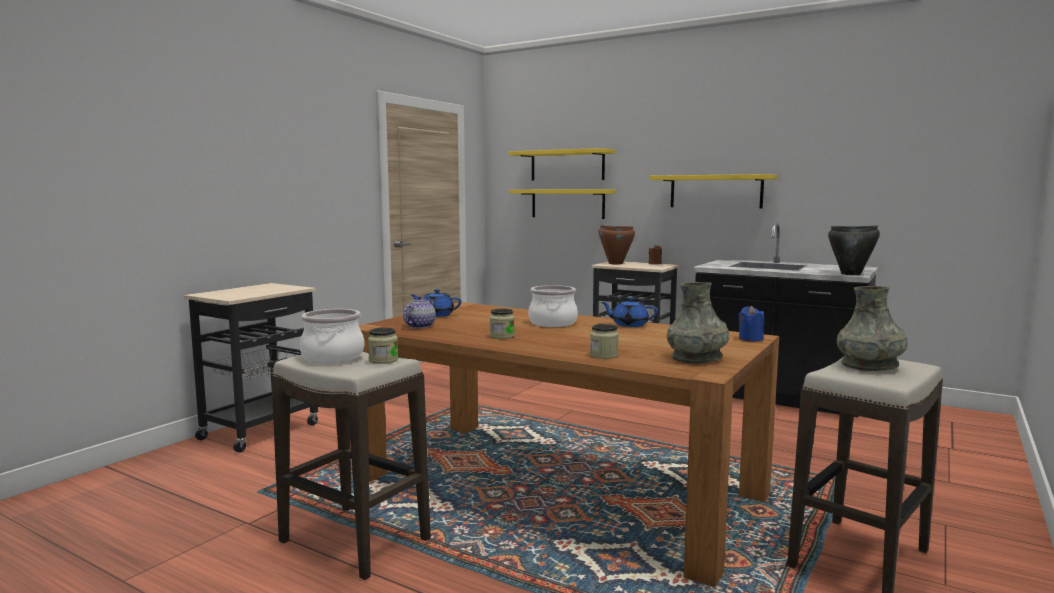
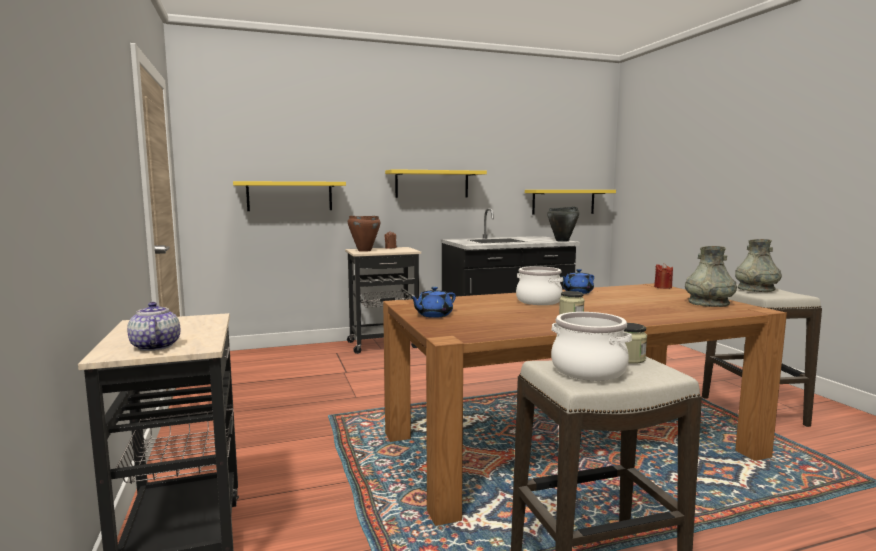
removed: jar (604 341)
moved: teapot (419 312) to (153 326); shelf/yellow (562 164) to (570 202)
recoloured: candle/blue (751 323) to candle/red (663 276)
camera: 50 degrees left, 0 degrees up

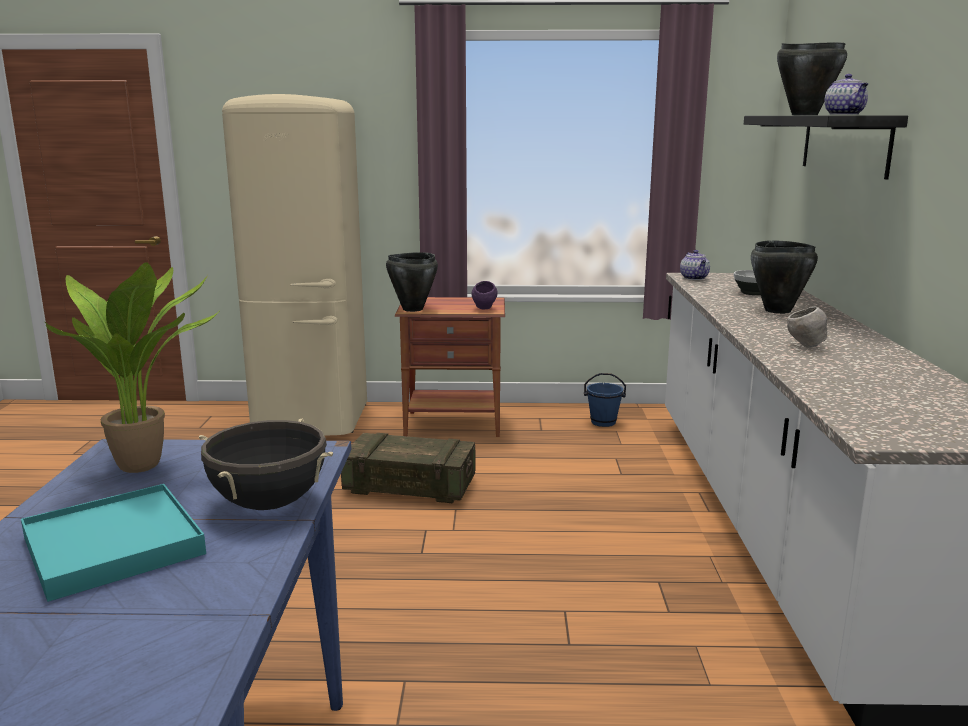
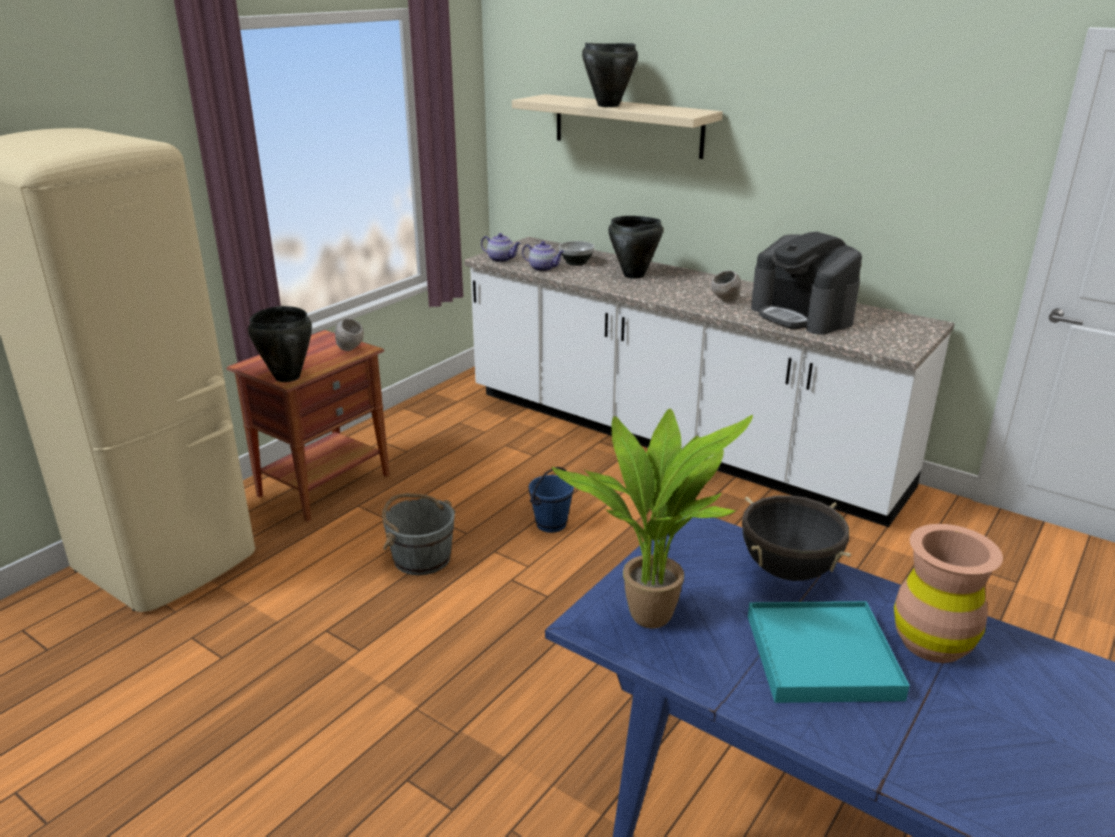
added: coffee machine (806 283); vase/brown (948 593)
moved: bucket/blue (605 400) to (551 500); teapot (846 94) to (543 256)
replaced: crate (408 468) to bucket/grey (419 534)
recoloured: bowl/purple (484 295) to bowl/grey (349 334); shelf/black (826 147) to shelf/beige (617 126)
camera: 55 degrees left, 10 degrees up

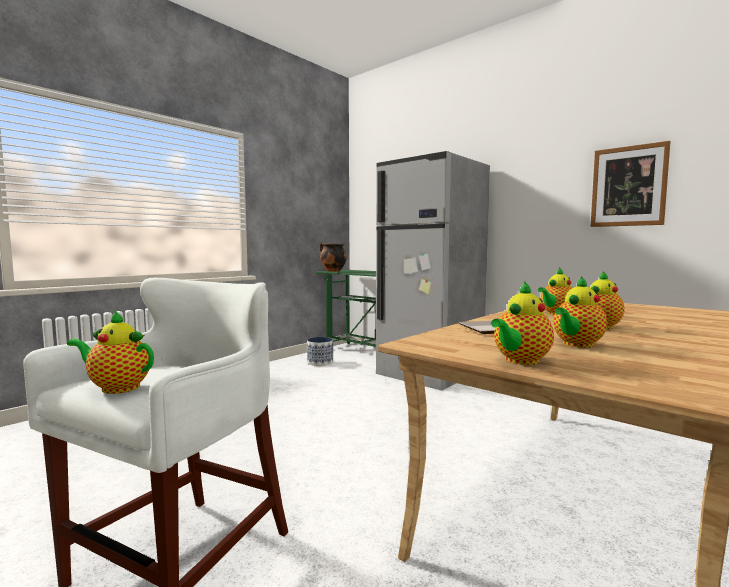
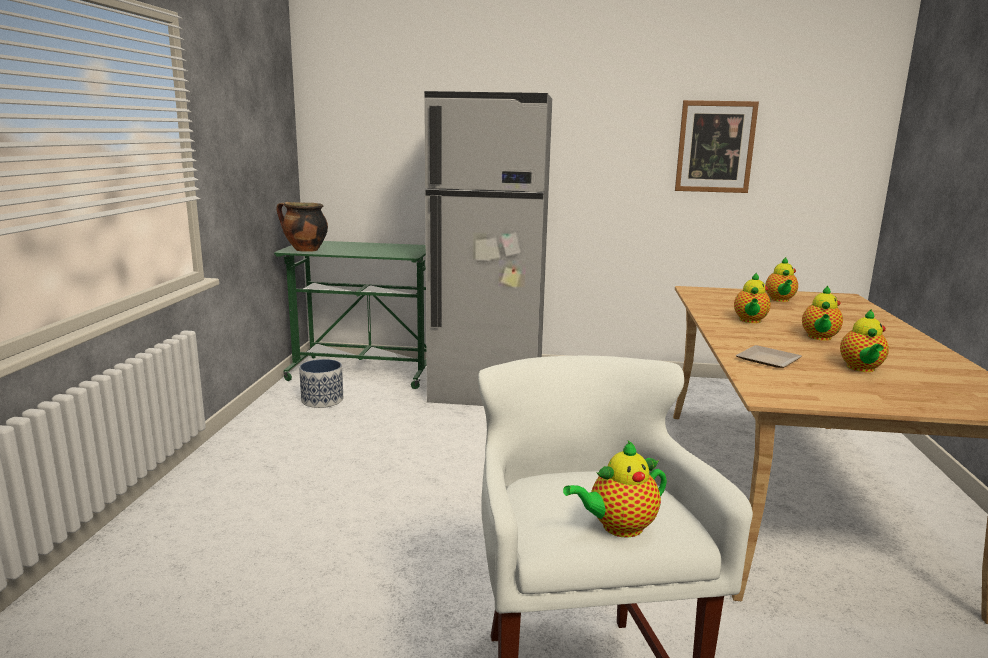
moved: teapot (522 323) to (781 279)
camera: 35 degrees left, 10 degrees up

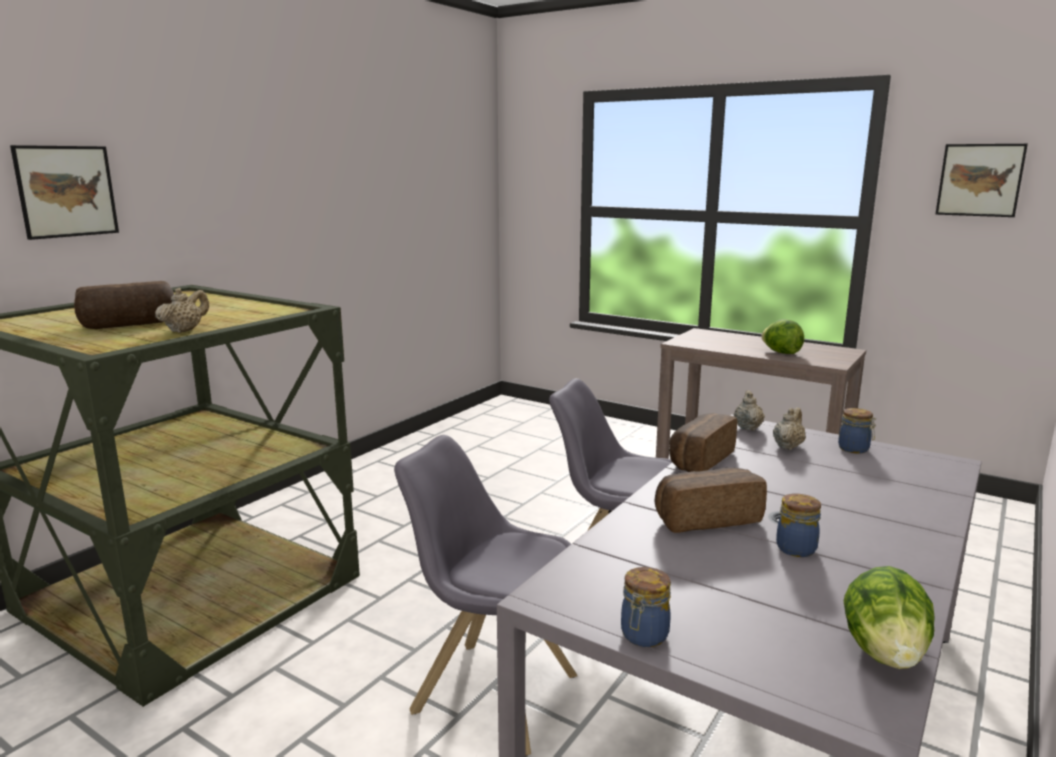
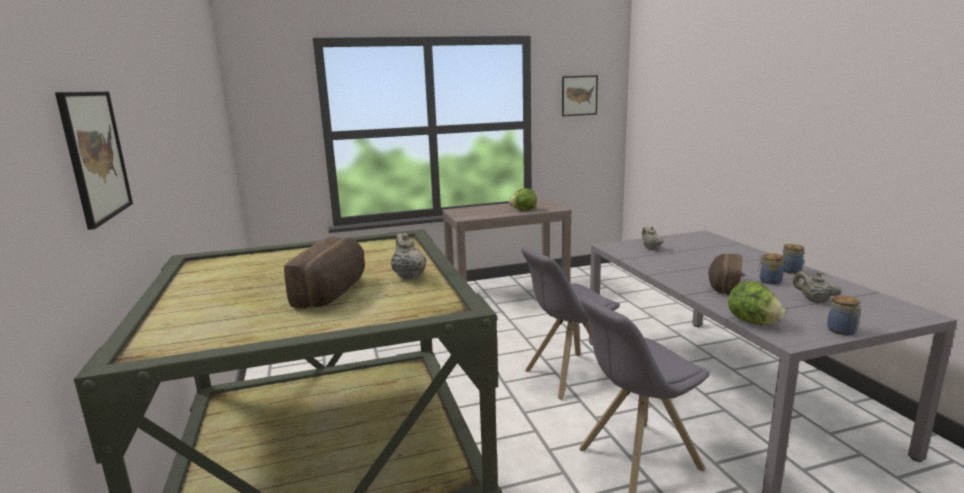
removed: bread (703 442)
moved: teapot/beige (749 410) to (817 287); jar (857 431) to (793 259); lettuce (889 617) to (757 303)
camera: 50 degrees left, 0 degrees up

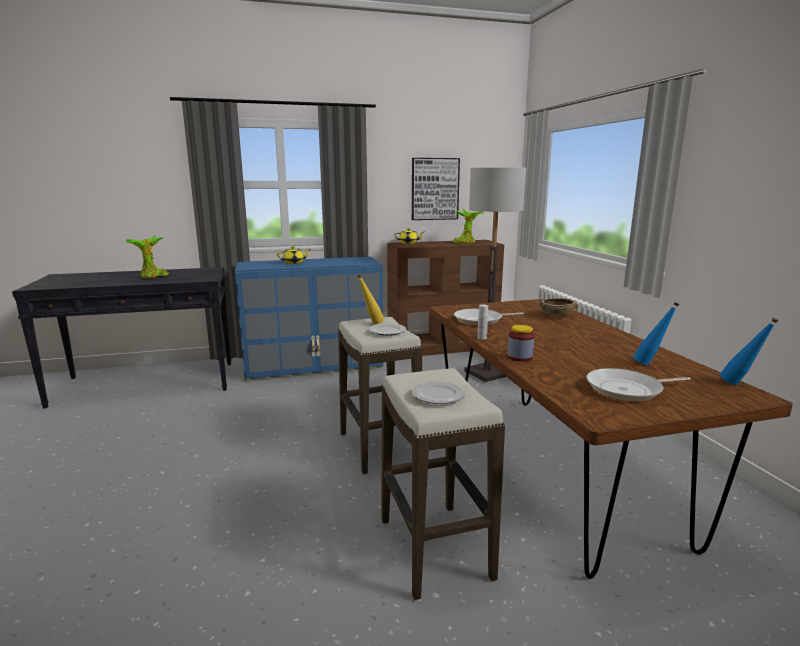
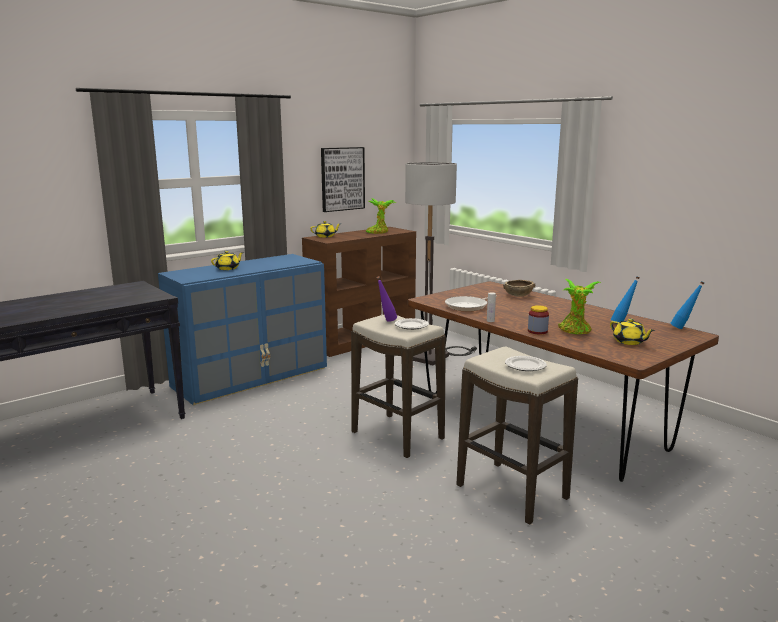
moved: potted plant (147 257) to (579 306)
replaced: frying pan (638 384) to teapot/yellow (632 332)
recoloured: bottle/yellow (371 299) to bottle/purple (387 299)
camera: 25 degrees left, 0 degrees up

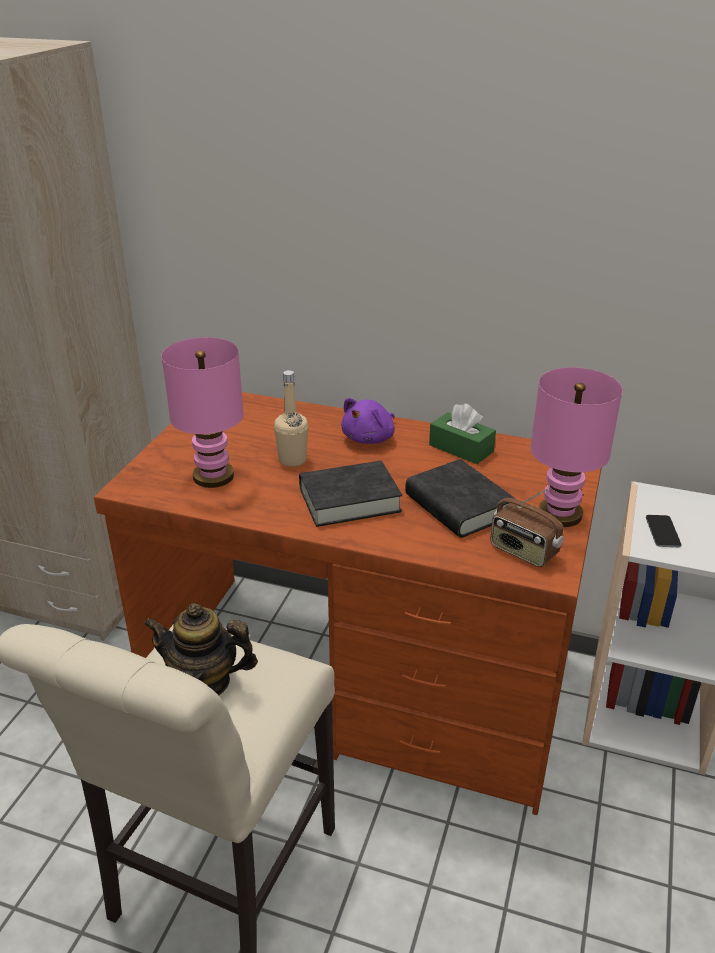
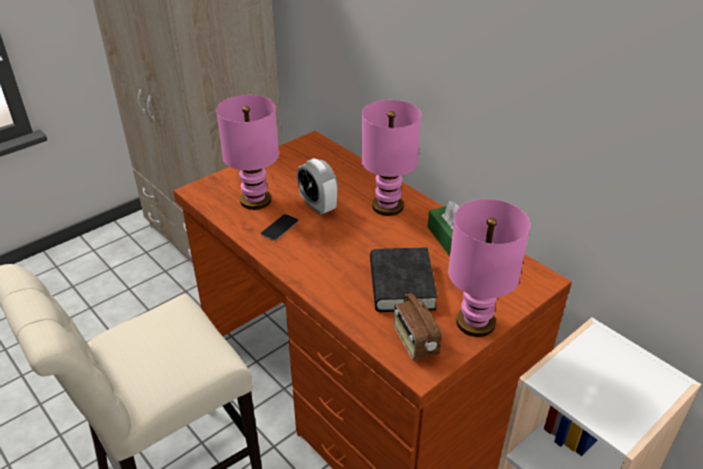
removed: teapot (200 649); book/black (350 494)
moved: phone (664 531) to (280 227)
replaced: bottle/beige (291 418) to alarm clock (317 187); plush toy/purple (368 421) to table lamp/pink (391 158)
camera: 30 degrees right, 5 degrees up

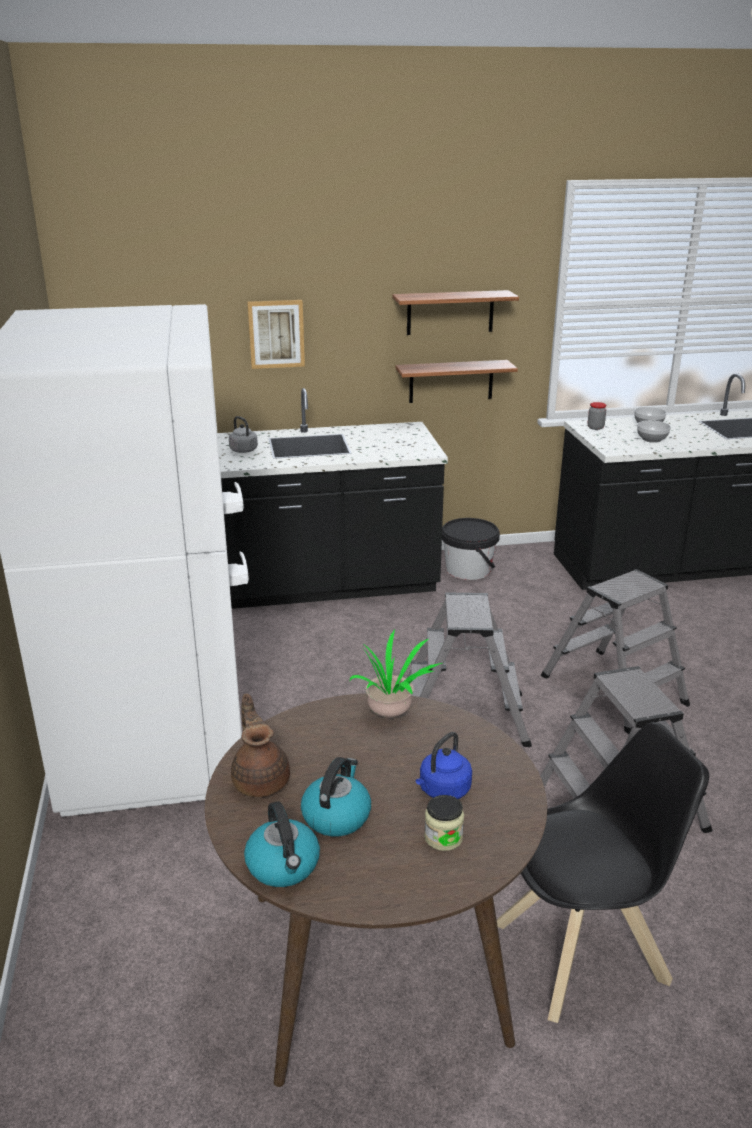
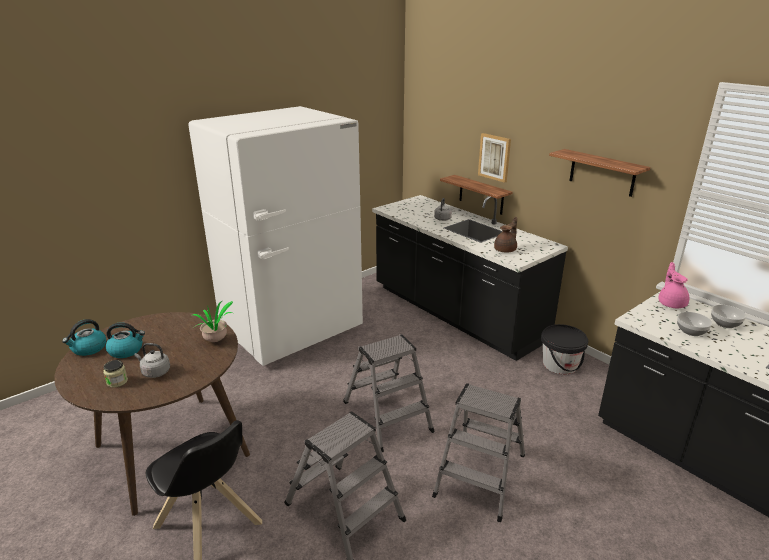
moved: teapot/brown (260 745) to (505 235); shelf (456 381) to (476 195)
replaced: jar (597 416) to teapot/pink (674 285)
recoloured: kettle/blue (444 765) to kettle/grey (152 360)
camera: 60 degrees right, 0 degrees up

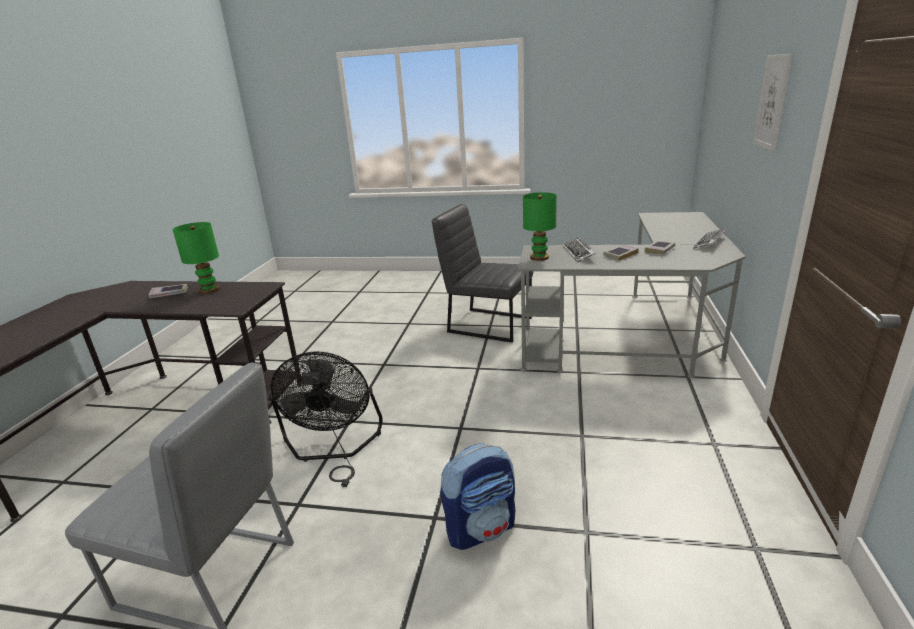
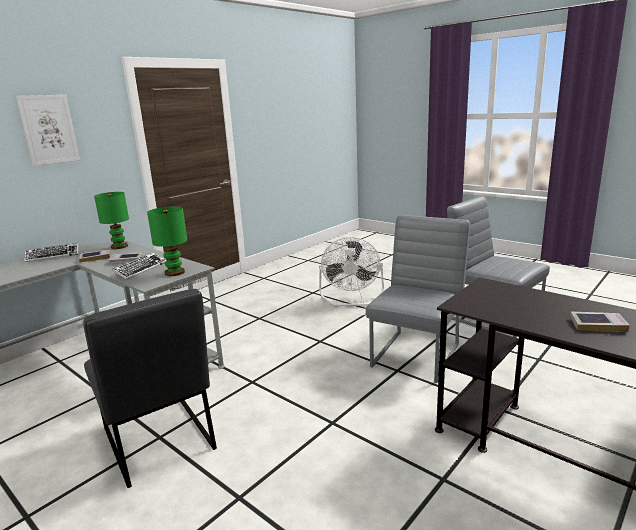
moved: table lamp/green (196 258) to (111 220)
replaced: fan/black (325 419) to chair/grey (418 299); backpack (477 496) to fan/white (351 276)
camera: 150 degrees left, 5 degrees down

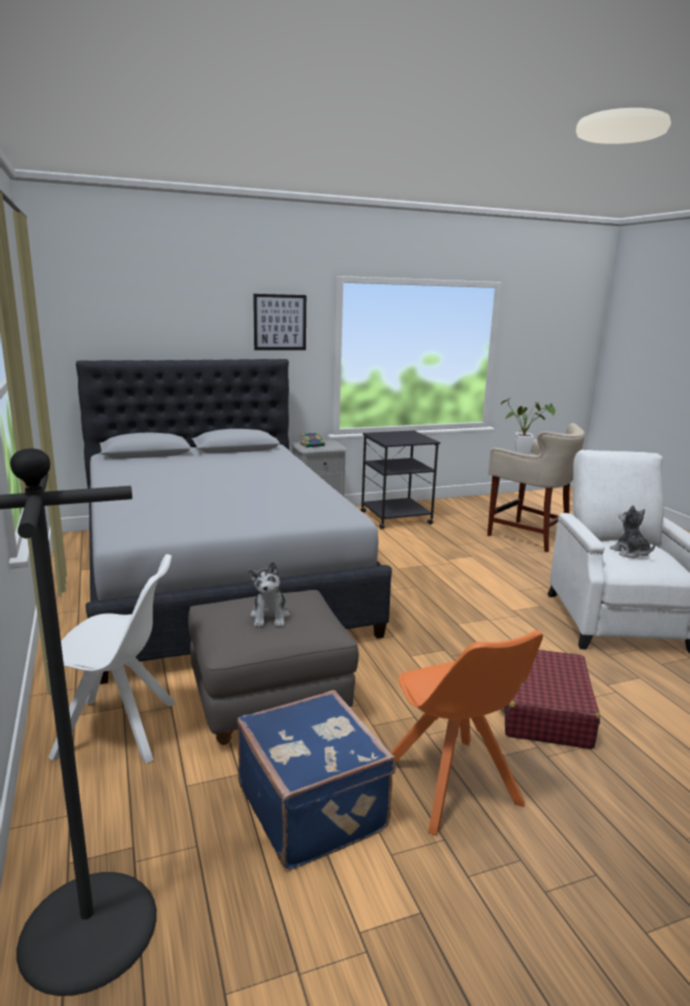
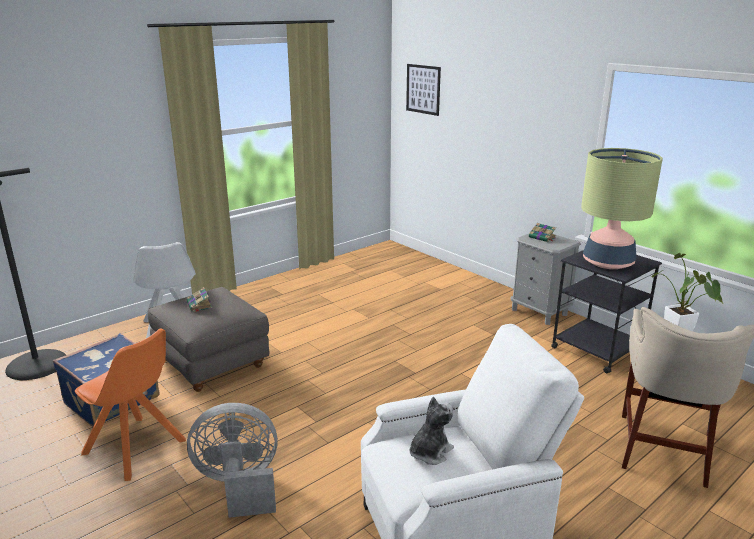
removed: bed/grey (234 521)
added: table lamp (622 208)
moved: picture (279 322) to (423 90)
replaced: plush toy (269 594) to book (199 299); suitcase/red (552 699) to fan/grey (232 460)
turned: chair/orange (467 733) = (130 405) 105 degrees counterclockwise
camera: 70 degrees right, 5 degrees up

